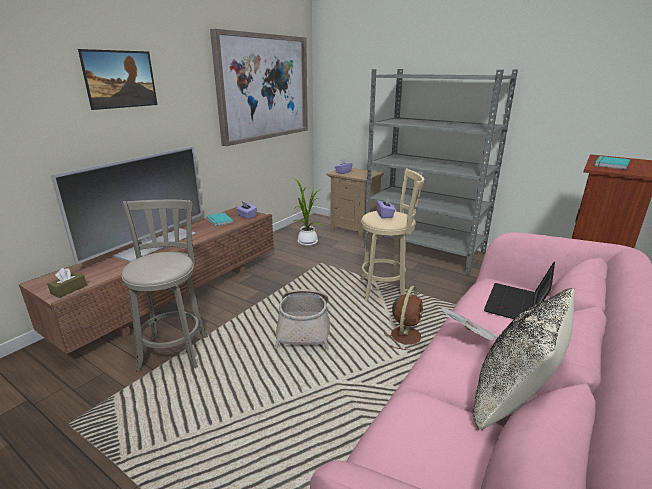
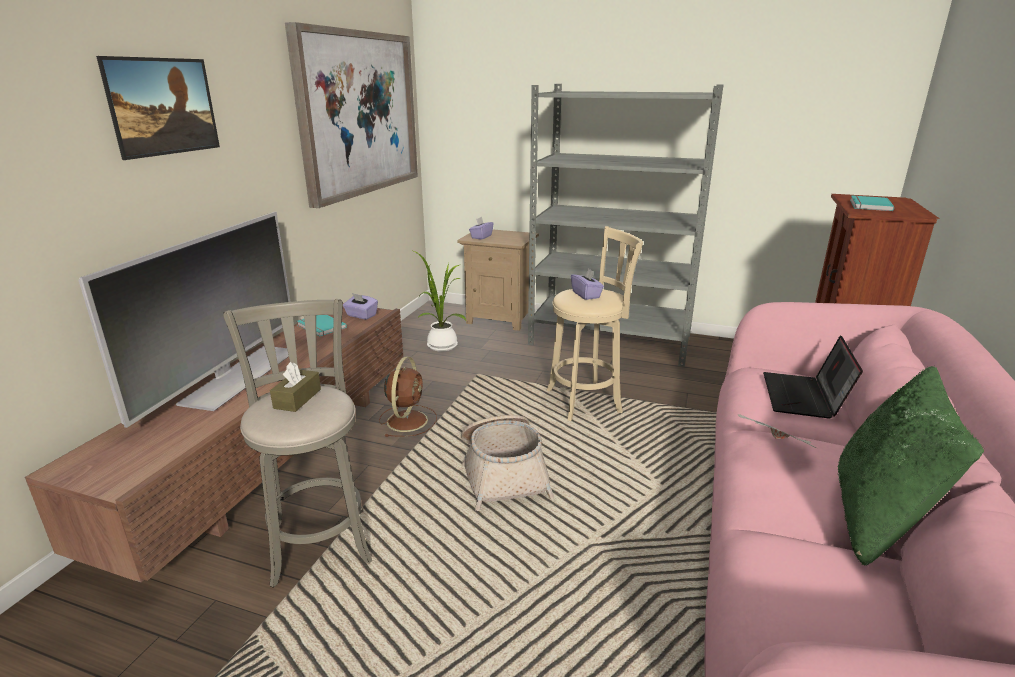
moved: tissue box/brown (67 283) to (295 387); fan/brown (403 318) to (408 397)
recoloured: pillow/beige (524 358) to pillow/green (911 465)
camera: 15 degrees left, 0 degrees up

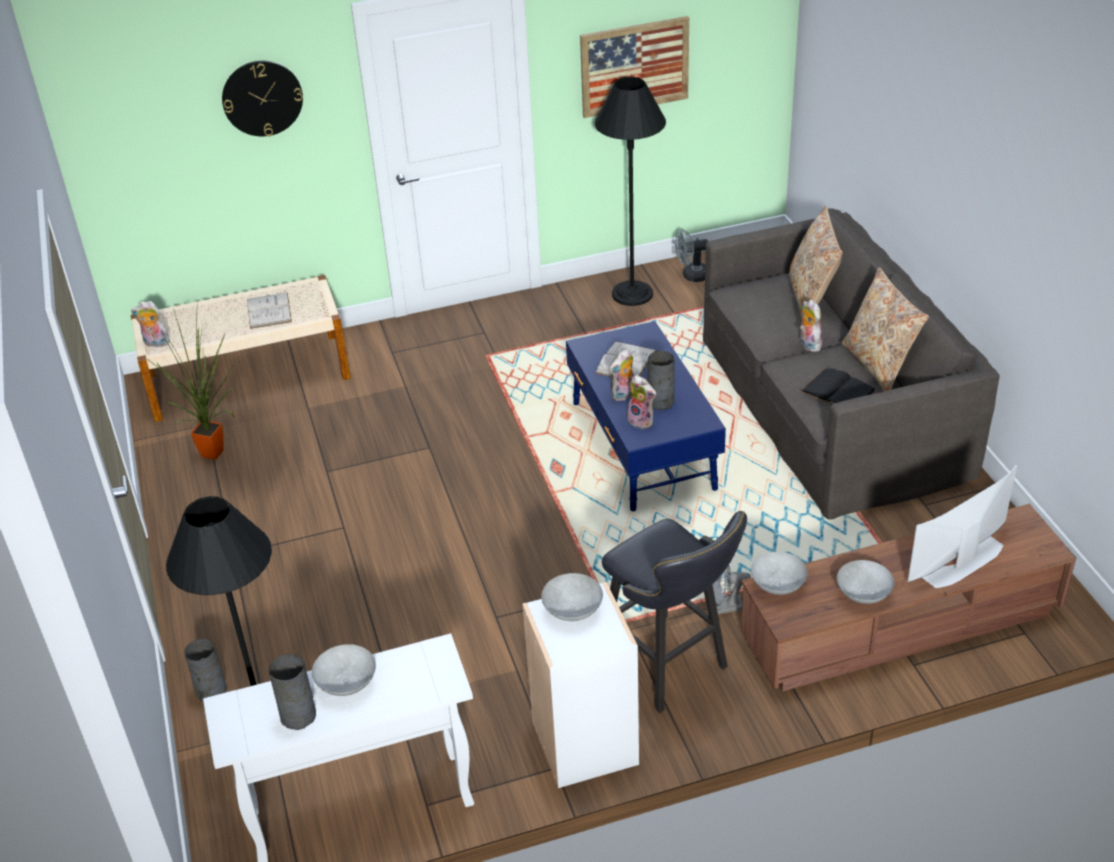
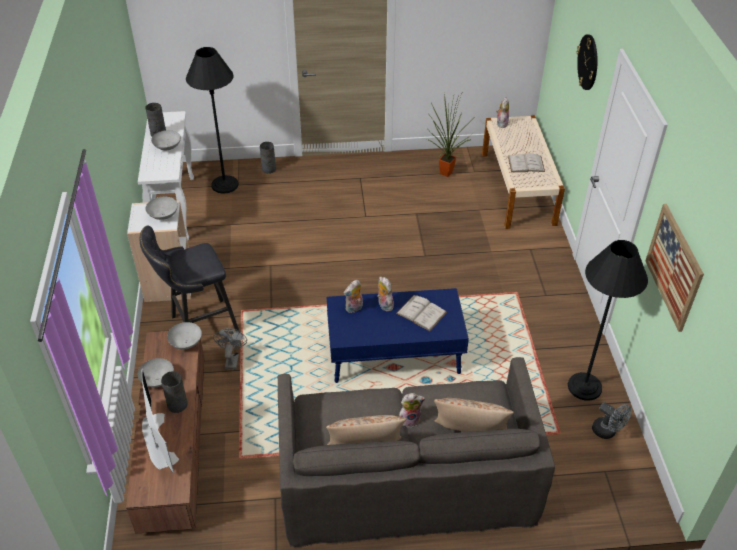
removed: book/black (838 386)
moved: vase/grey (661 381) to (174 392)
turned: fan/grey (691 256) = (611 420) 135 degrees clockwise
camera: 100 degrees right, 5 degrees up

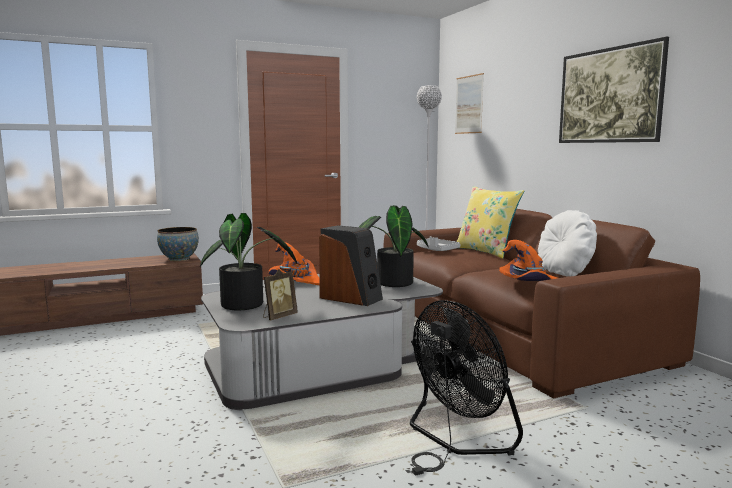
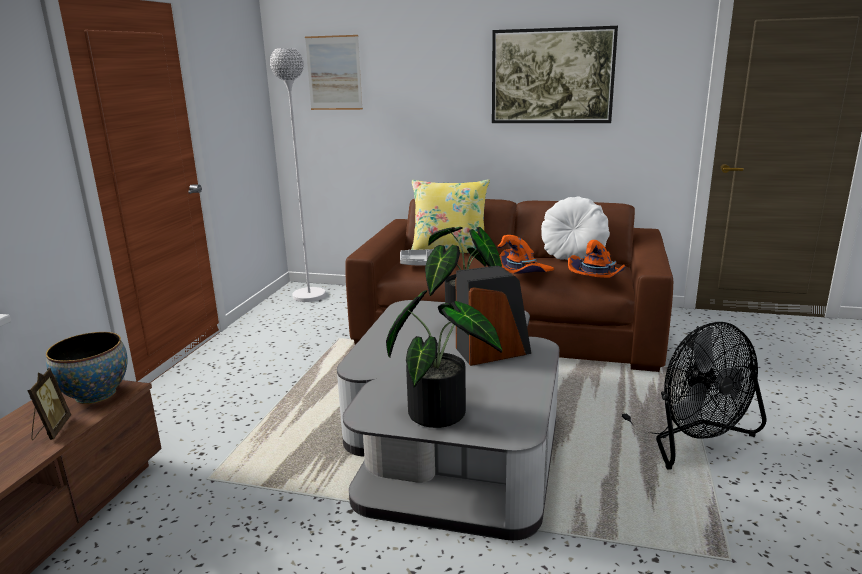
moved: picture frame (280 294) to (49 404); hat/orange (294 263) to (526 254)
turned: fan/black (466 388) = (694 395) 150 degrees clockwise
camera: 50 degrees left, 10 degrees up

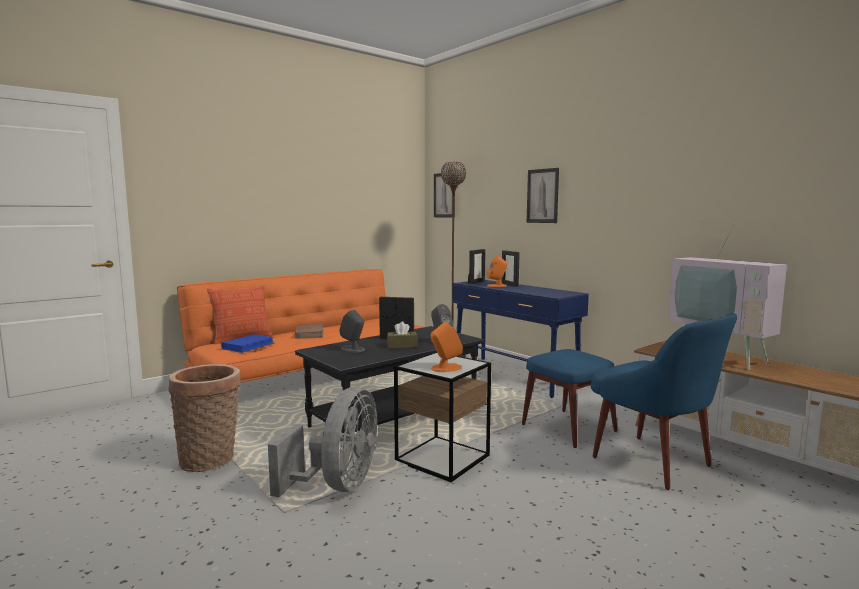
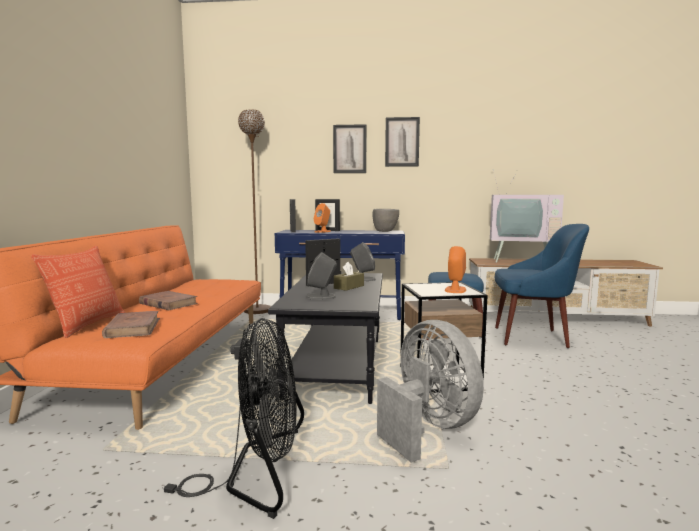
added: bowl/grey (385 220)
moved: picture (444 195) to (402 142)
replaced: basket (205 418) to fan/black (233 418)
recoloured: book/blue (247 343) to book/brown (131 324)
camera: 45 degrees left, 0 degrees up

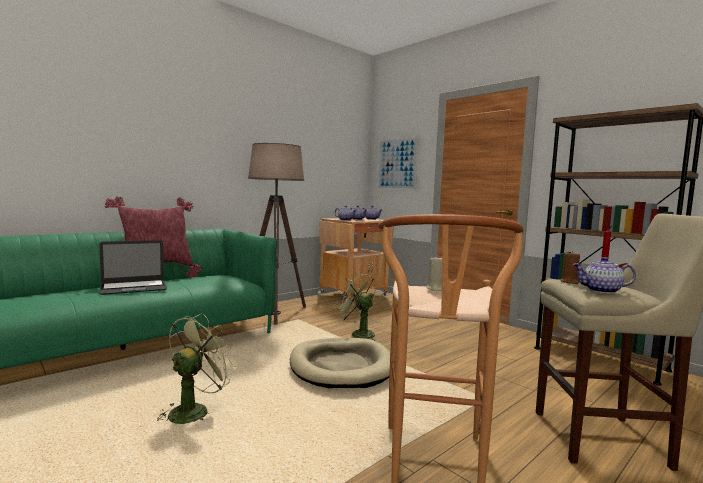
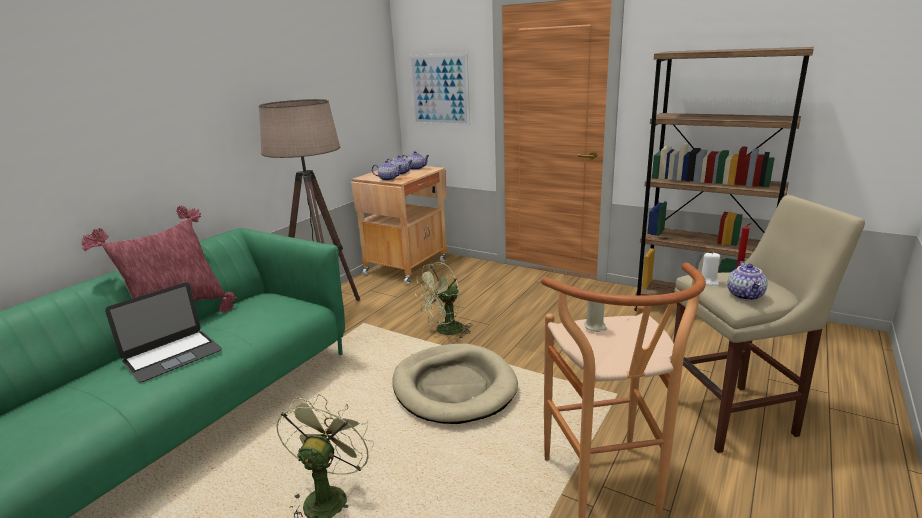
recoloured: candle/brown (570 267) to candle/white (711 269)
turned: fan/green (355 306) = (443 300) 60 degrees counterclockwise; teapot (604 275) = (747 281) 75 degrees counterclockwise
camera: 15 degrees left, 15 degrees up

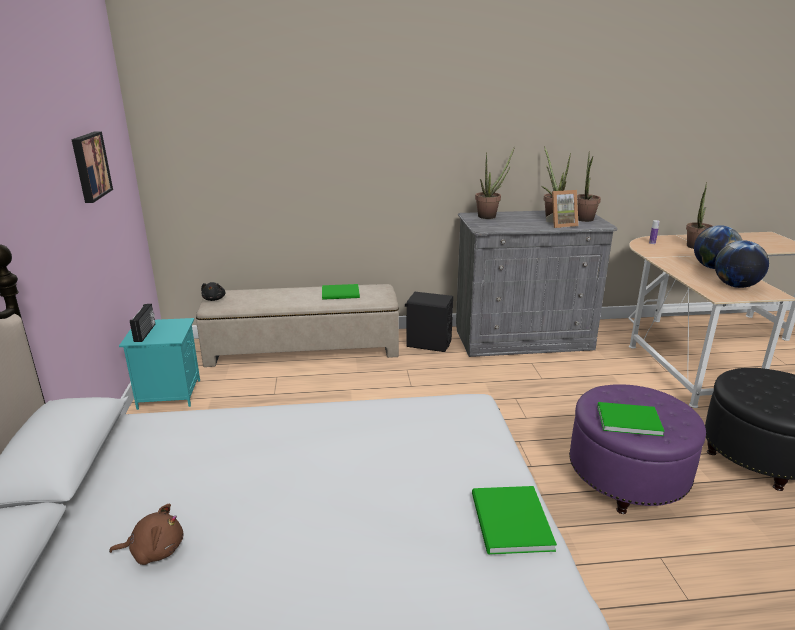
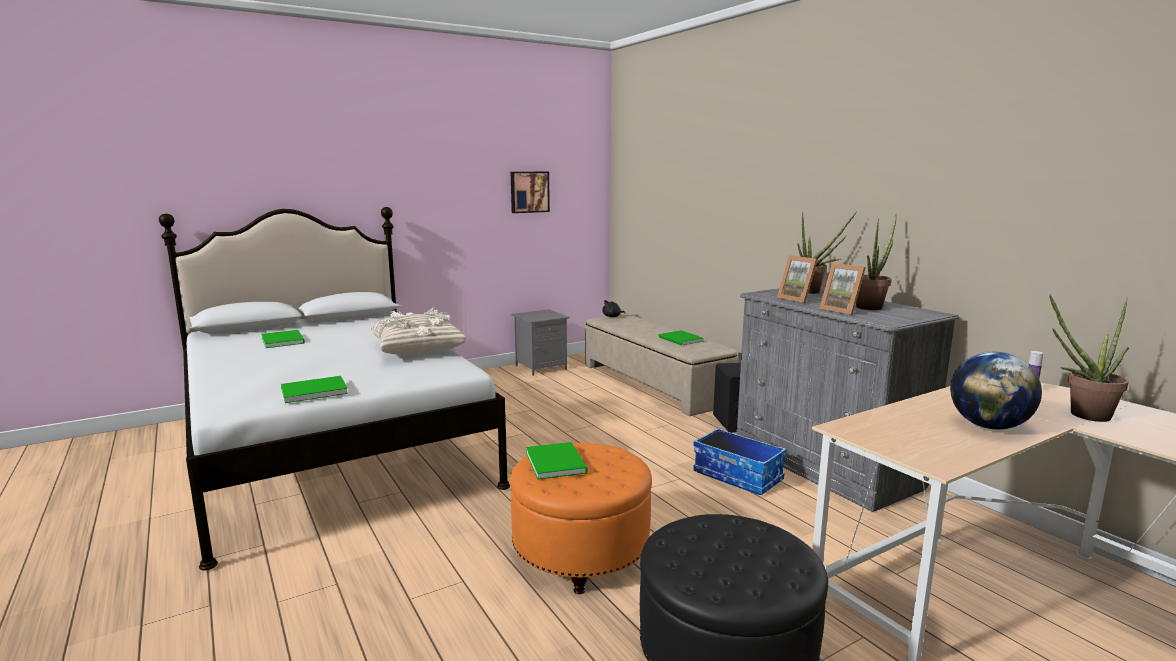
removed: radio (142 323); potted plant (589 186); globe (742 264)
added: pillow/beige (418 331); storage box (740 461); picture frame (797 279)
replaced: plush toy/brown (146 534) to book/green (283 339)
recoloured: nightstand/turquoise (159 364) to nightstand/grey (540 342); ottoman/purple (637 449) to ottoman/orange (581 518)
camera: 65 degrees right, 10 degrees down

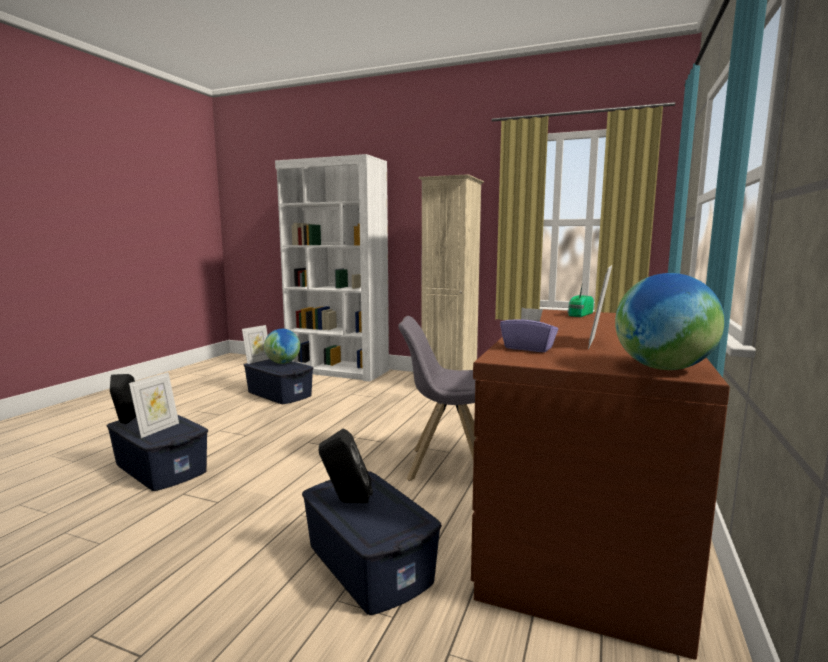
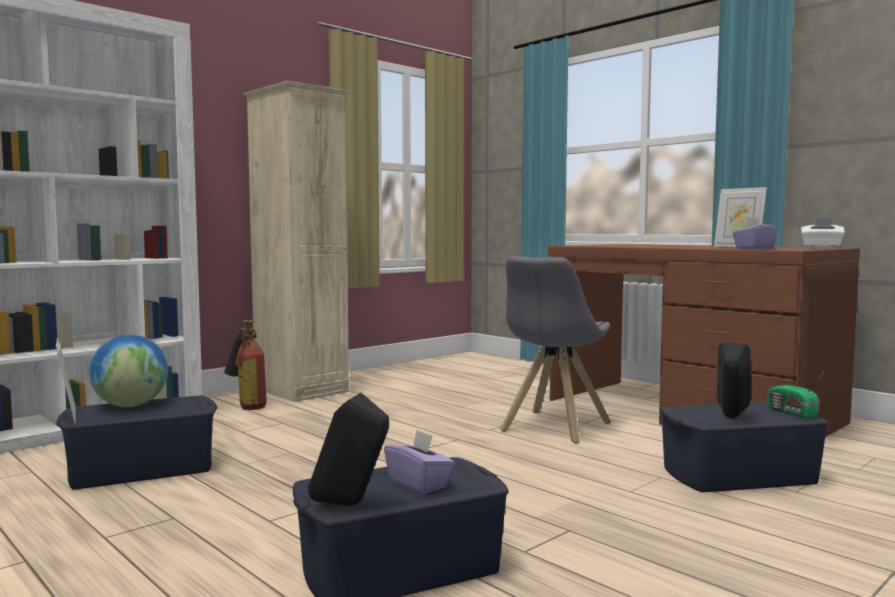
added: fire extinguisher (245 364)
moved: radio (580 299) to (796 395)
replaced: picture frame (154 405) to tissue box/purple (419 462); globe (670 321) to tissue box/white (823 232)
camera: 65 degrees left, 5 degrees down

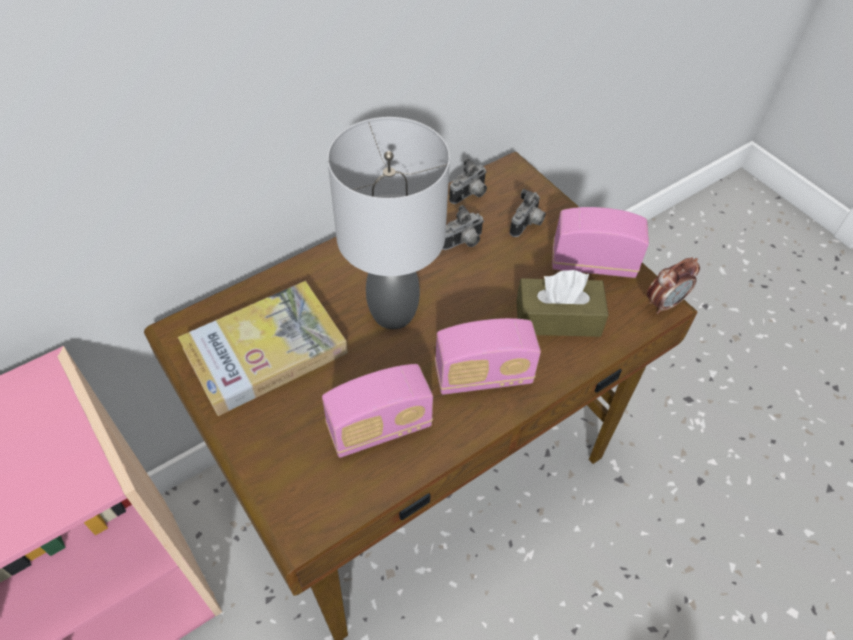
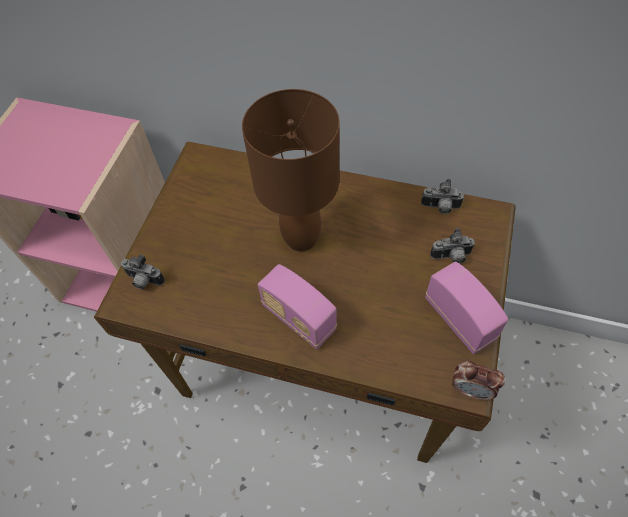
removed: book (263 348); radio (377 411); tissue box/brown (562 303)
moved: photo camera (463 227) to (143 272)
recoloured: table lamp/grey (388 223) to table lamp/brown (291 170)
camera: 55 degrees right, 5 degrees up

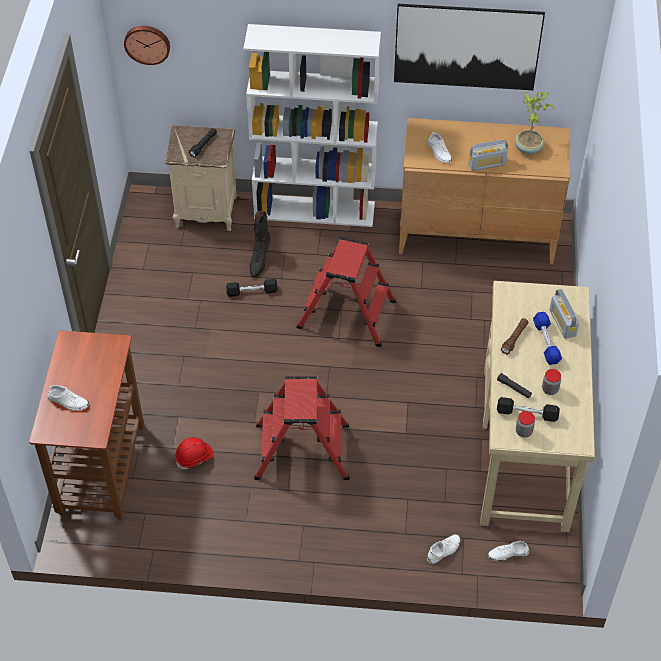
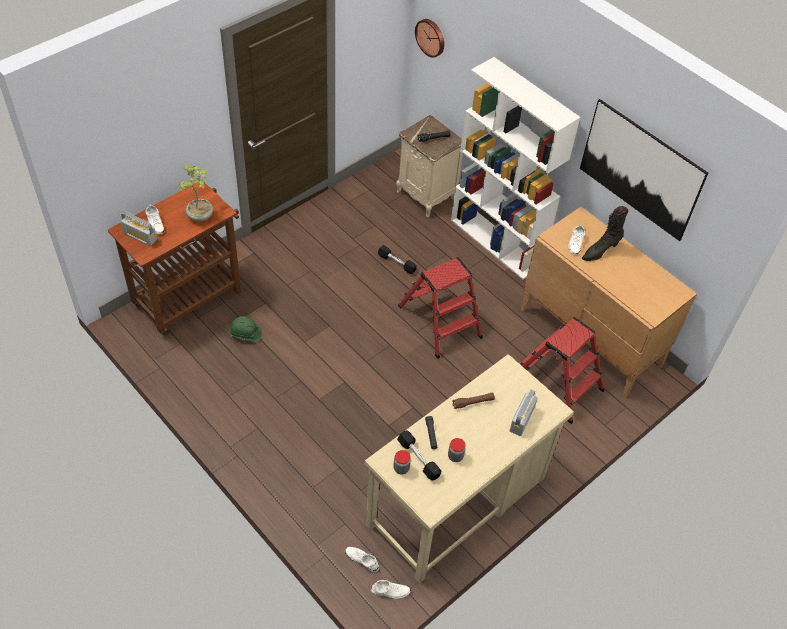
removed: dumbbell/blue (547 338)
moved: boot/black (260 244) to (605 233); step ladder/red (302 428) to (562 370); shoe/white (443 549) to (391 589); radio (488 155) to (139 228); potted plant (535 123) to (196 192)
recoloured: hard hat/red (194 453) to hard hat/green (245 329)
camera: 40 degrees right, 0 degrees up

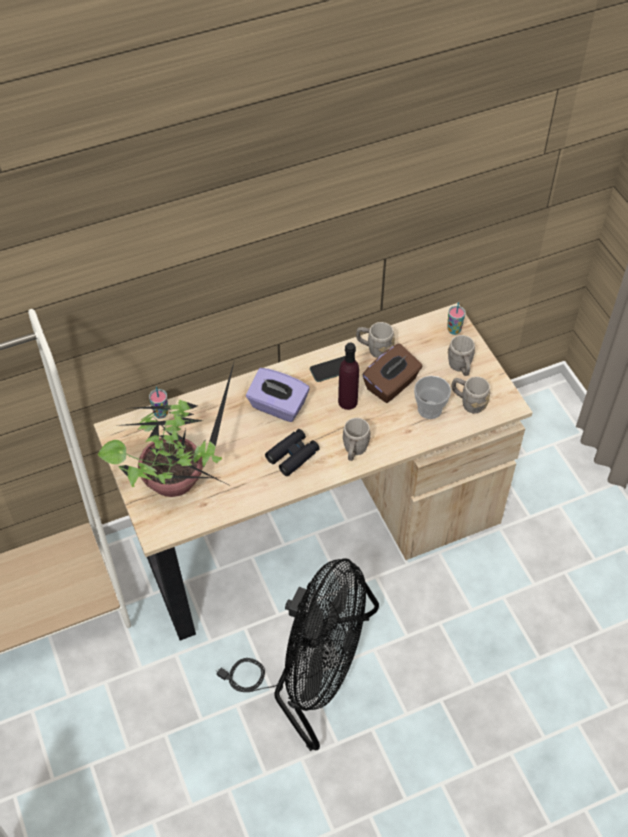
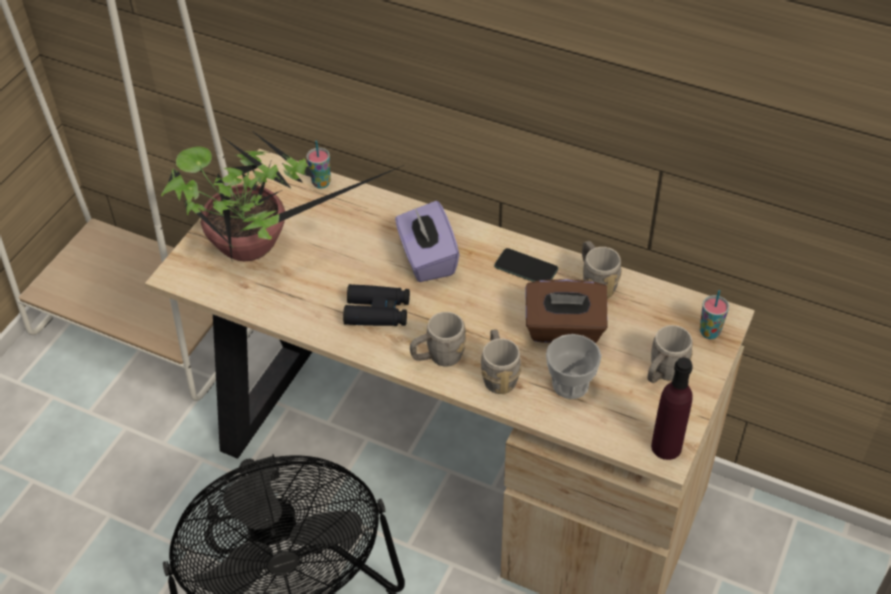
moved: bottle/purple (348 376) to (672 408); mug/grey (470 395) to (501 361)
camera: 50 degrees right, 5 degrees down

